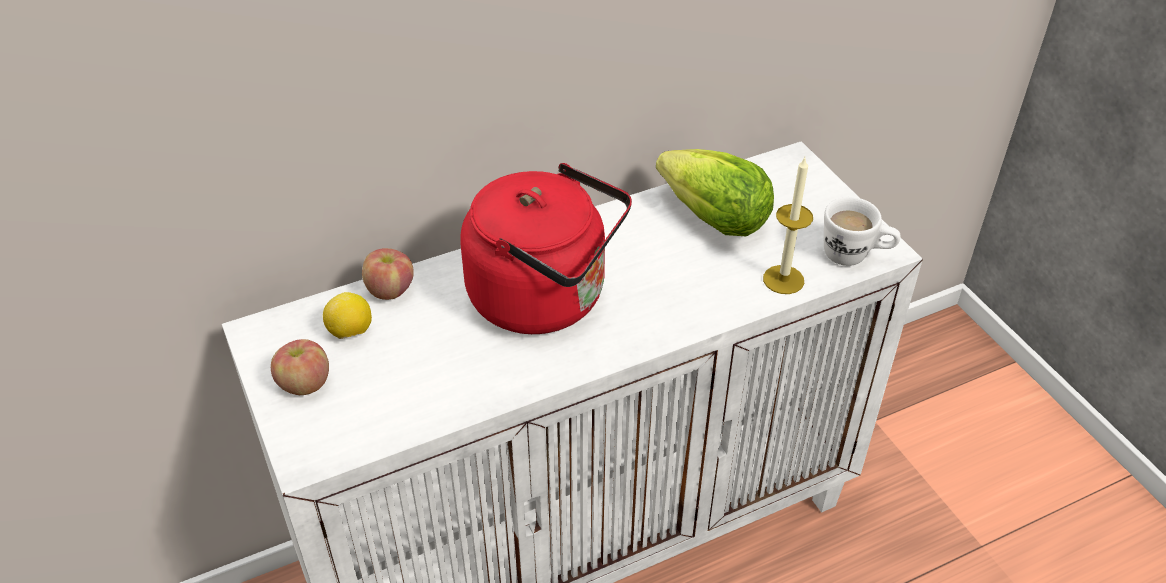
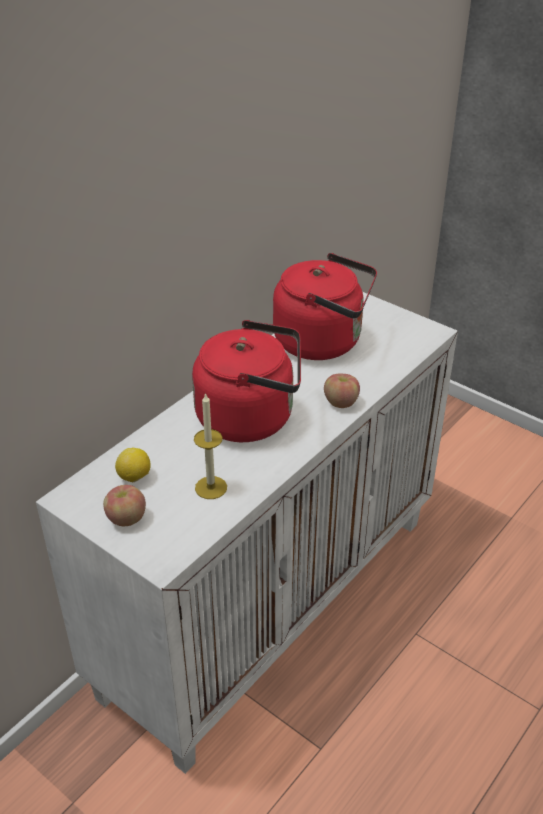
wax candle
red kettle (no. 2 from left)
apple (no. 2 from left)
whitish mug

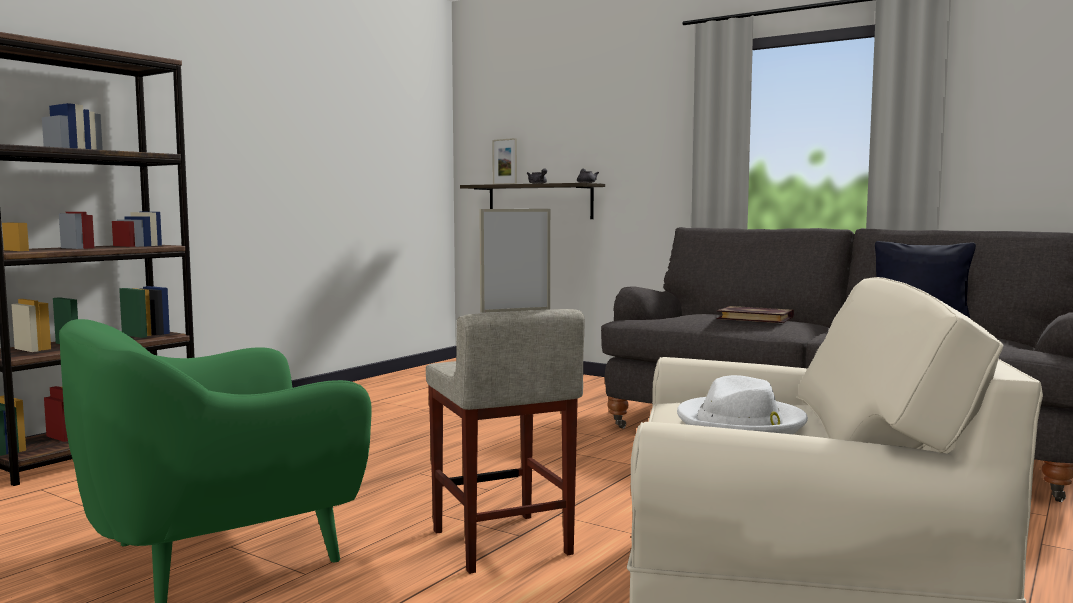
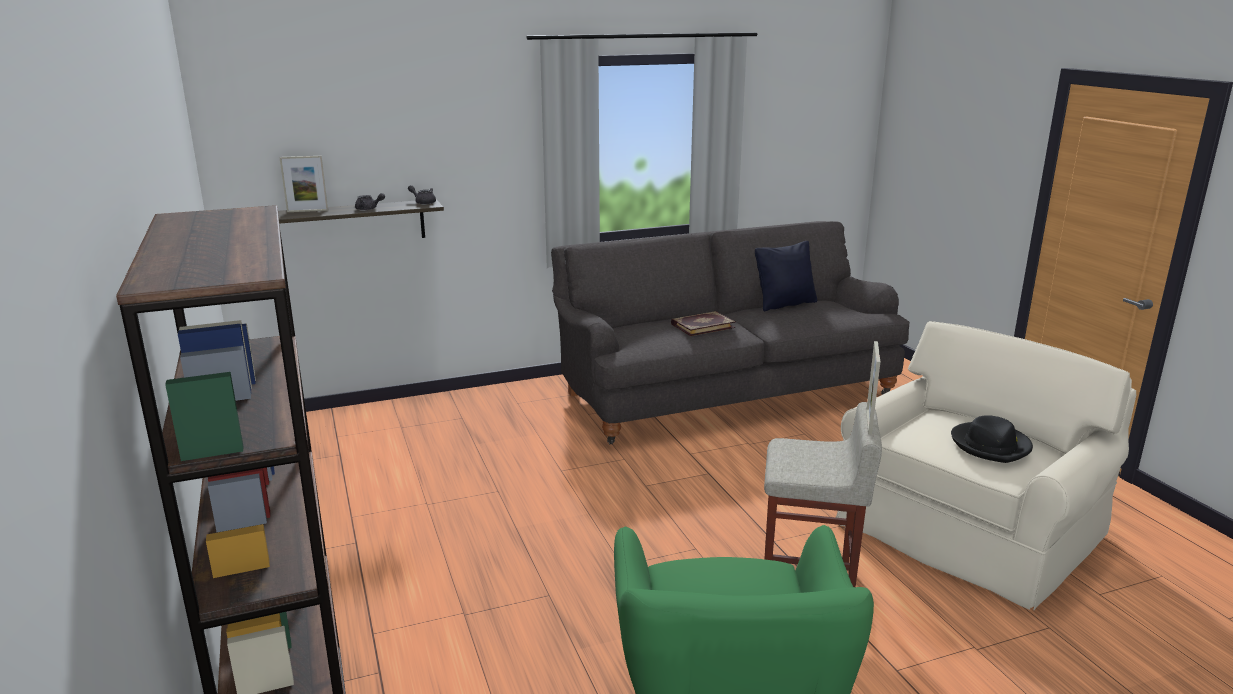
blackish hat

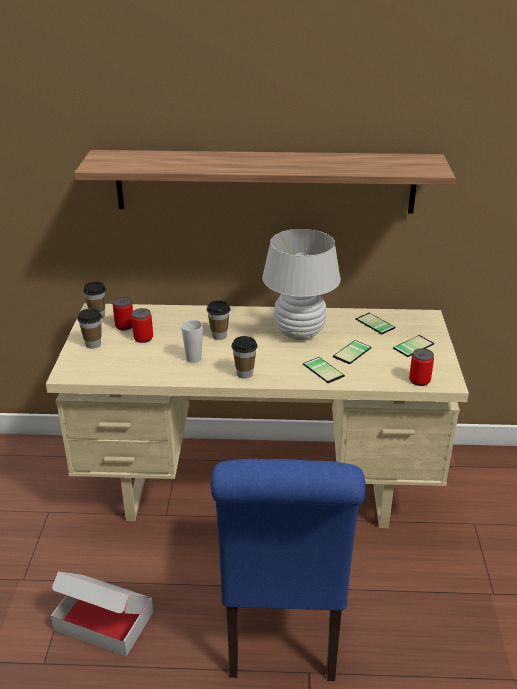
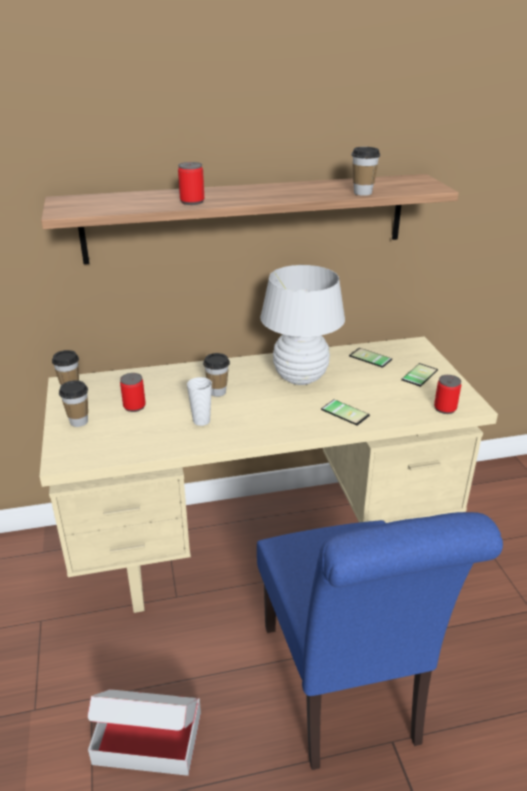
sealed can (no. 2 from left)
drinking cup (no. 5 from left)
phone (no. 2 from left in the first image)

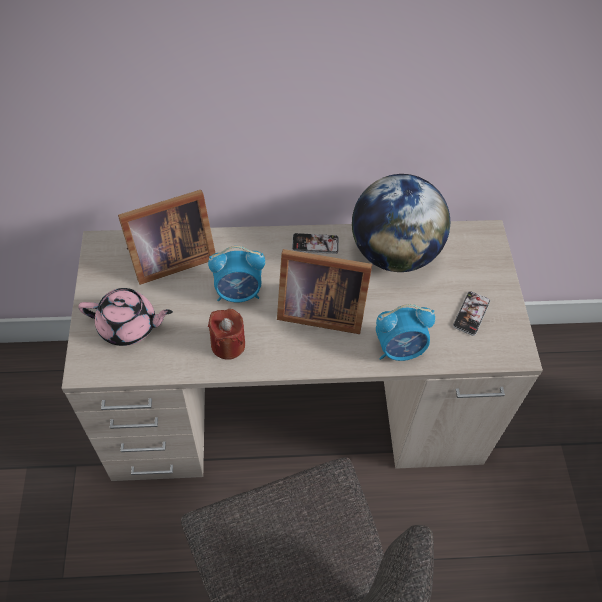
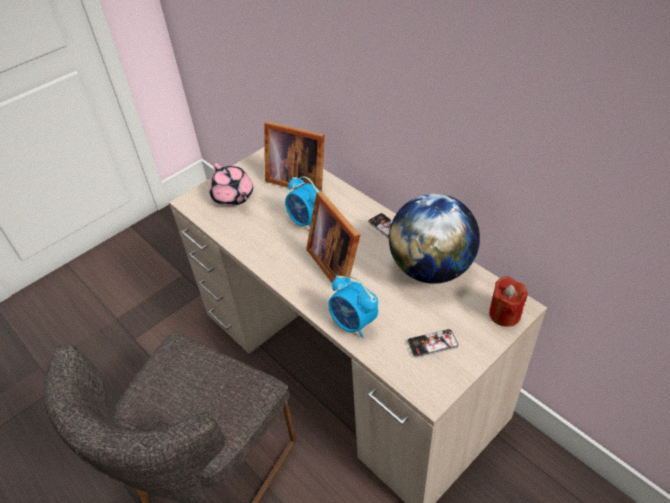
red wax candle

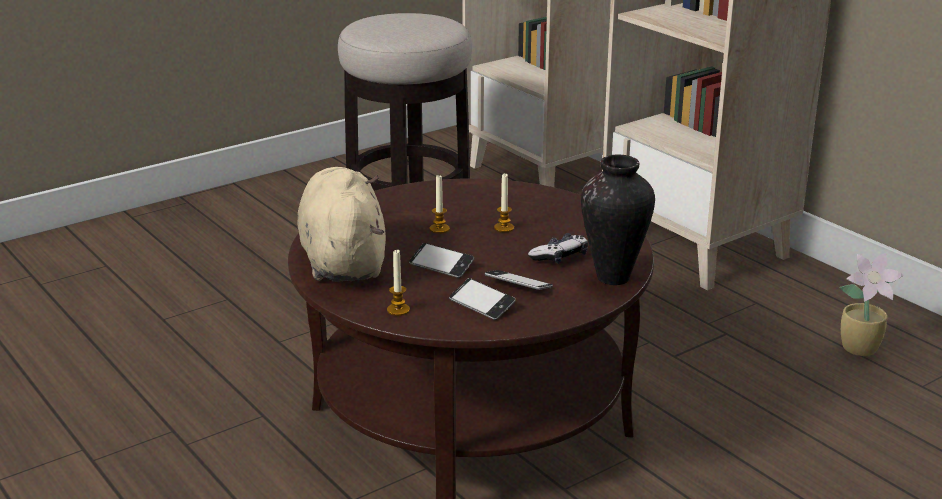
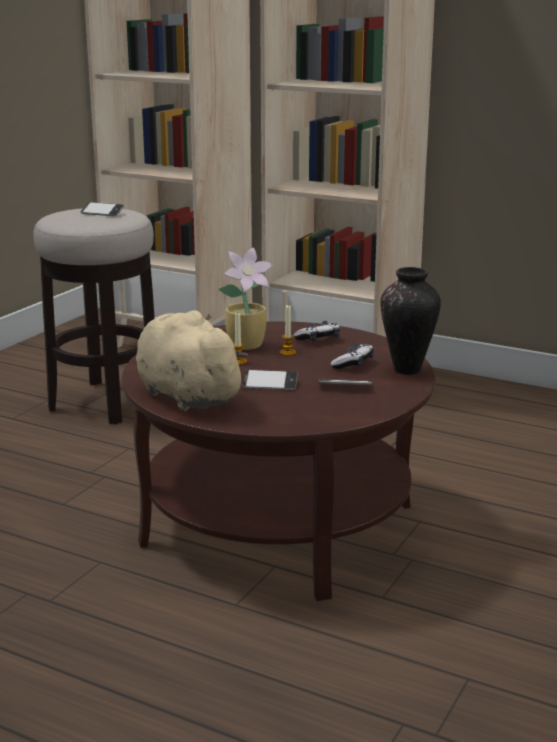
phone (no. 1 from left)
plant in a pot
gamepad (no. 1 from left)
wax candle (no. 1 from left in the first image)

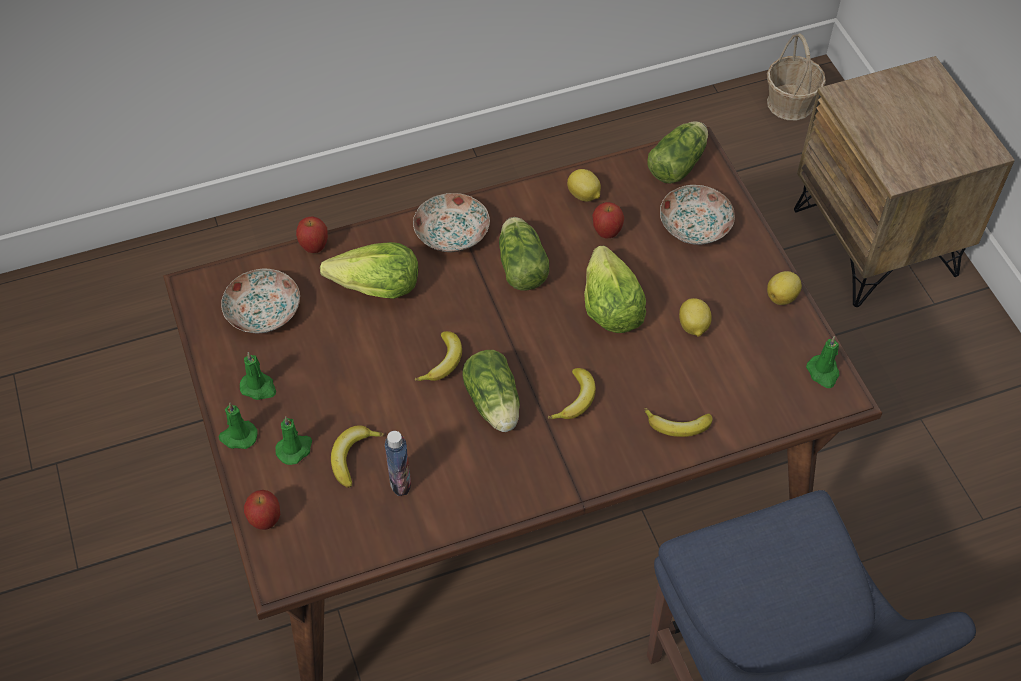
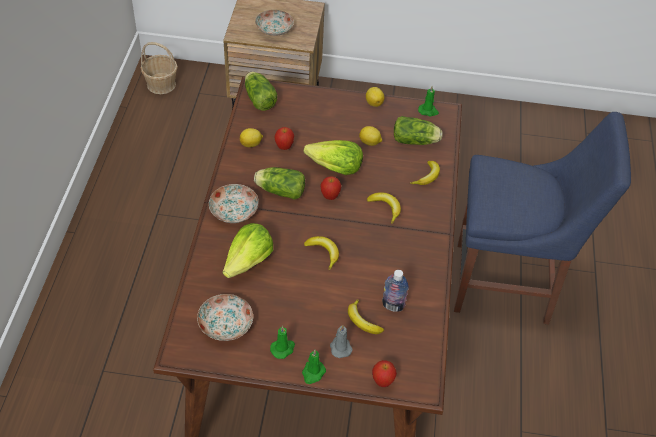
flat dish (no. 3 from left)
apple (no. 2 from left)
grey wax candle
head of lettuce (no. 5 from left)

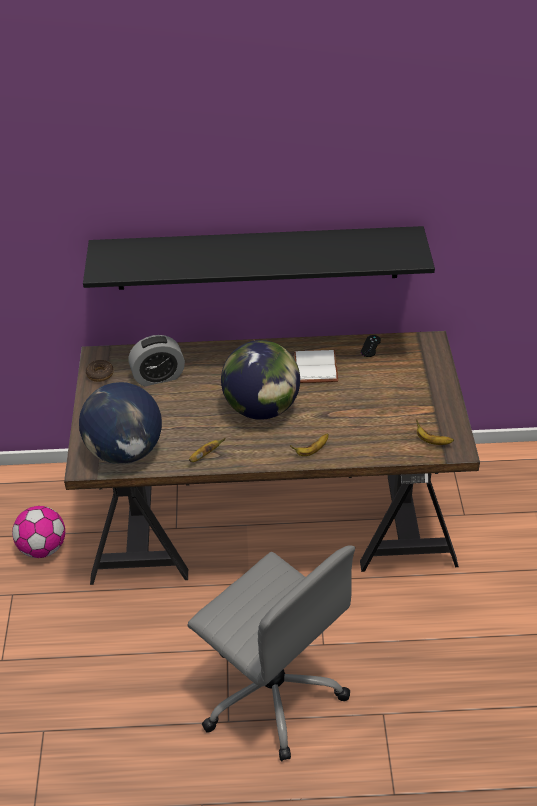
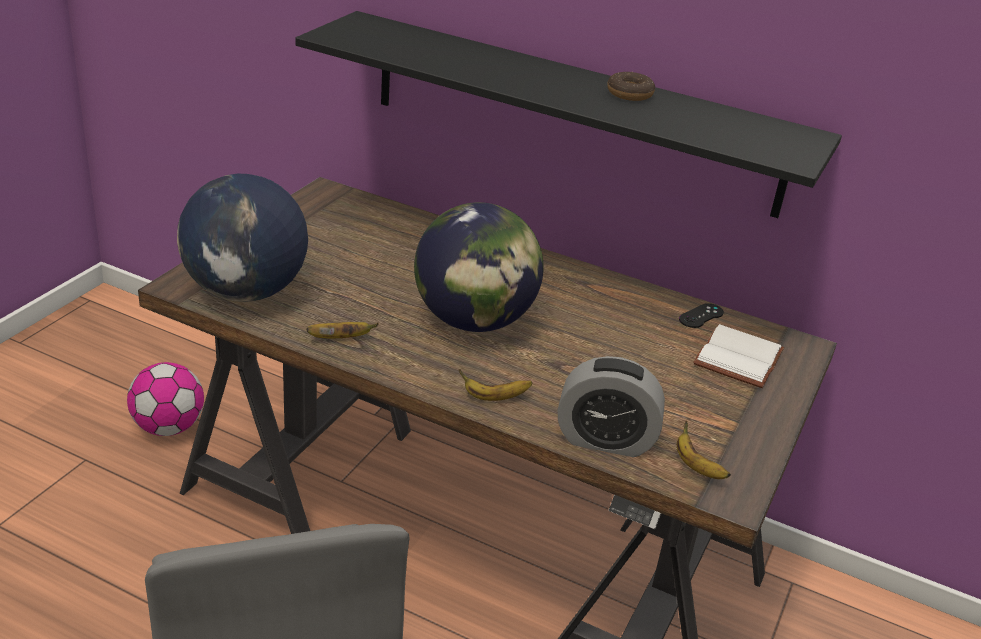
table clock
doughnut
whitish volume

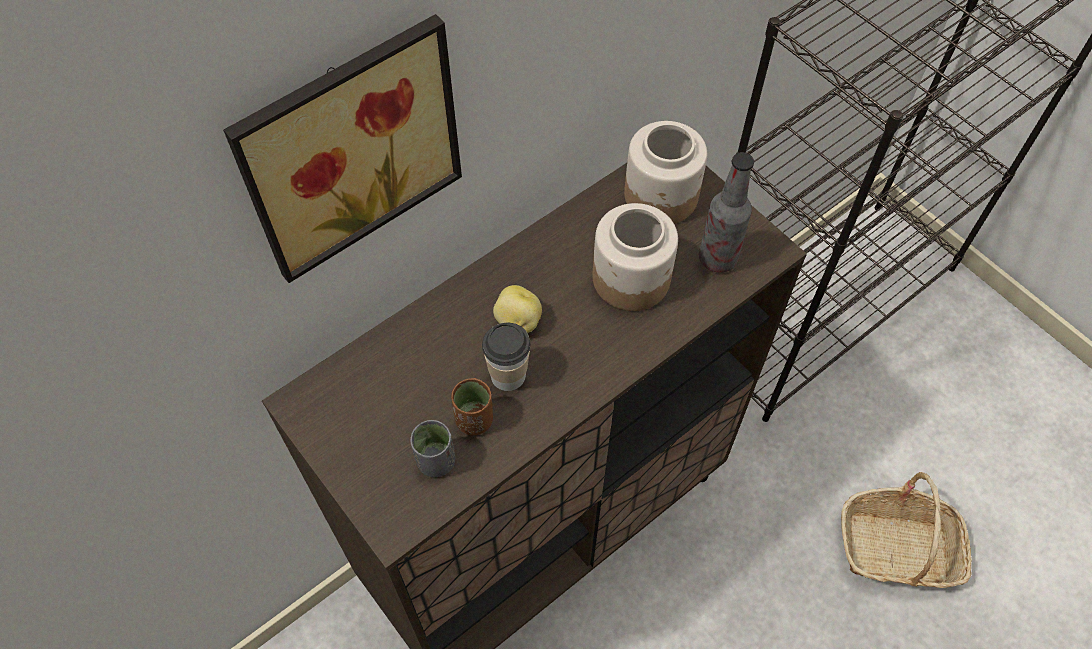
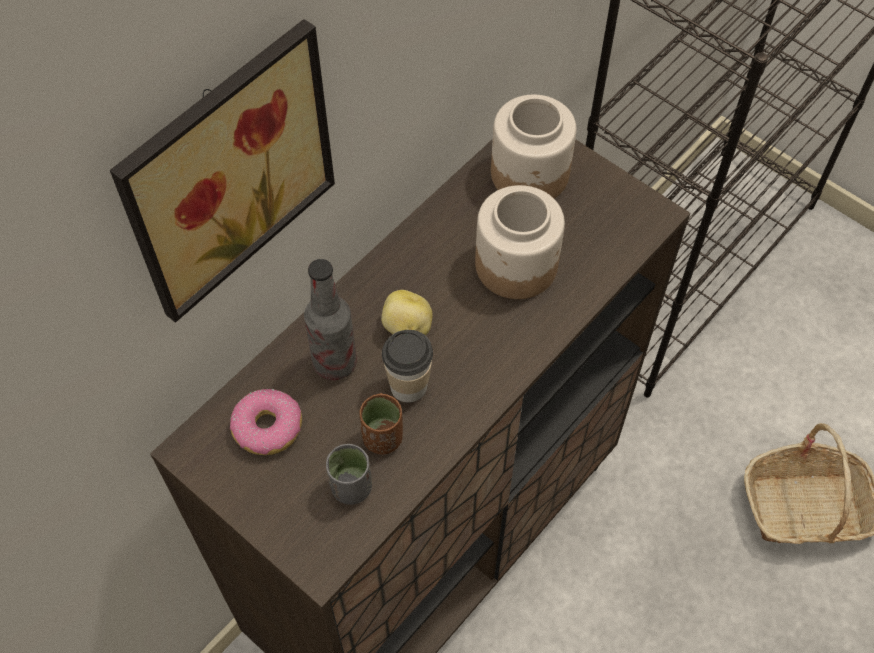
doughnut
bottle

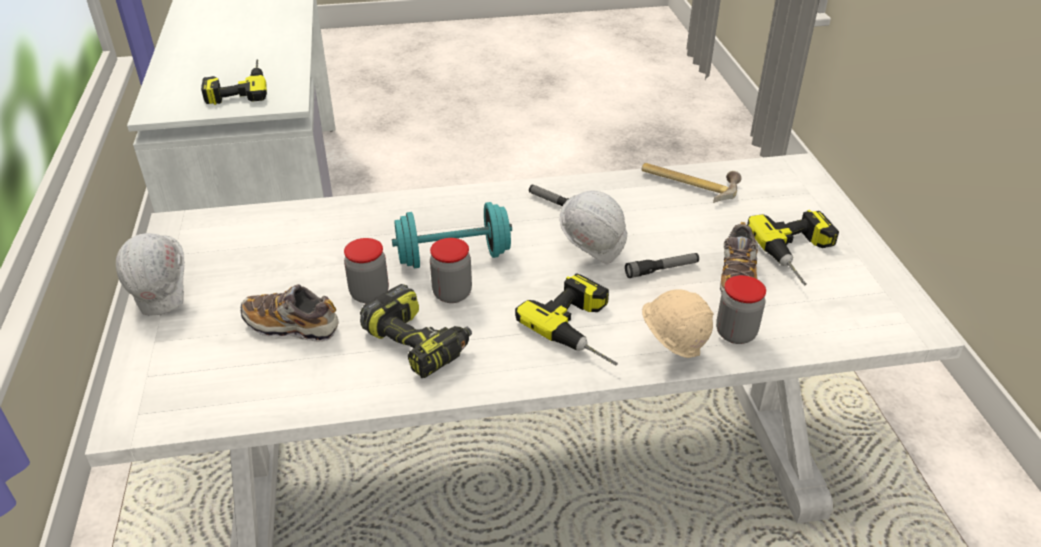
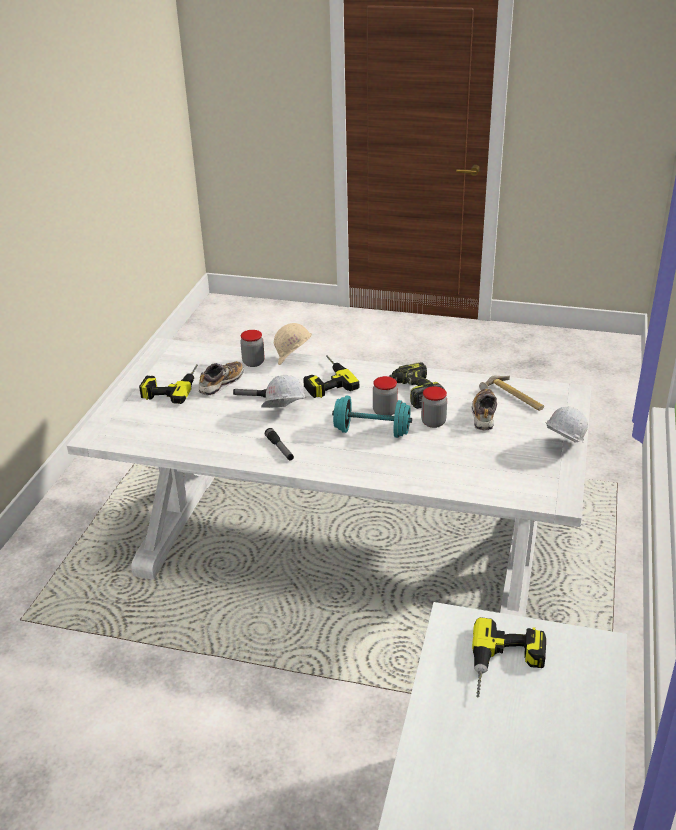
low shoe (no. 2 from left)
tool hammer

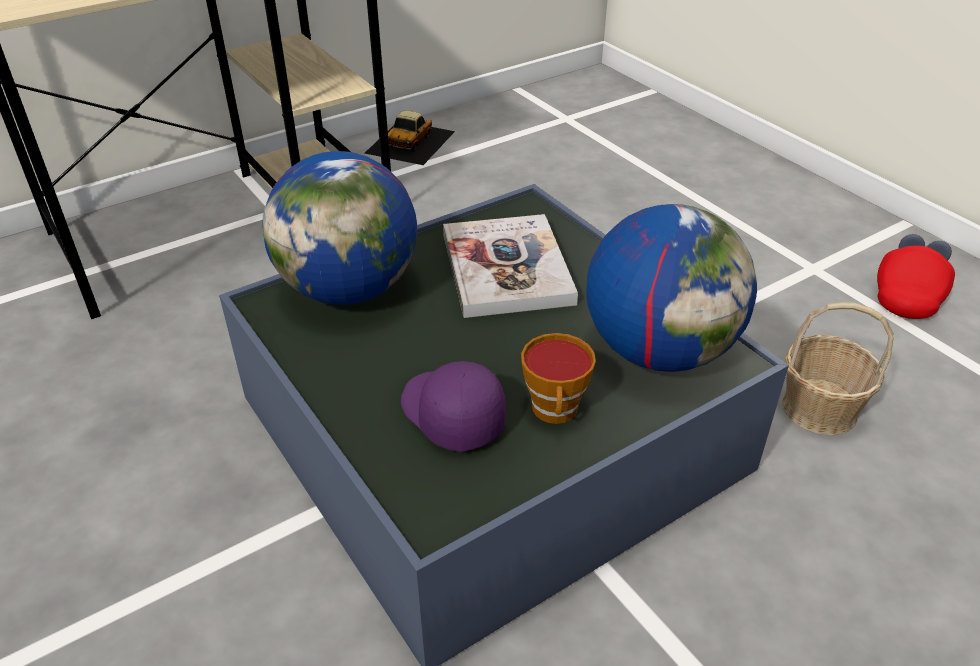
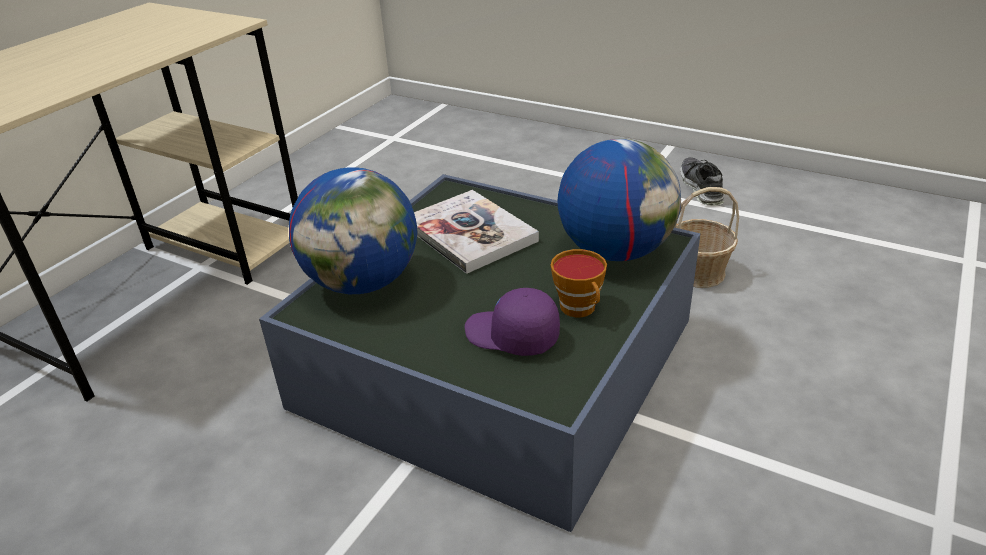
low shoe
miniature car

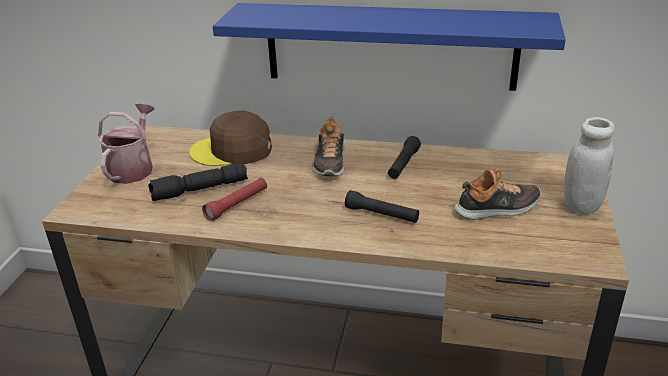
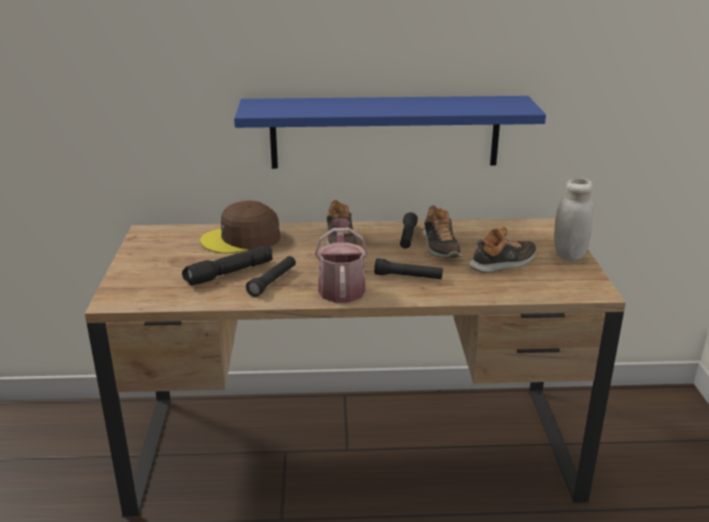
blackish torch (no. 2 from left)
watering can
low shoe (no. 2 from left)

